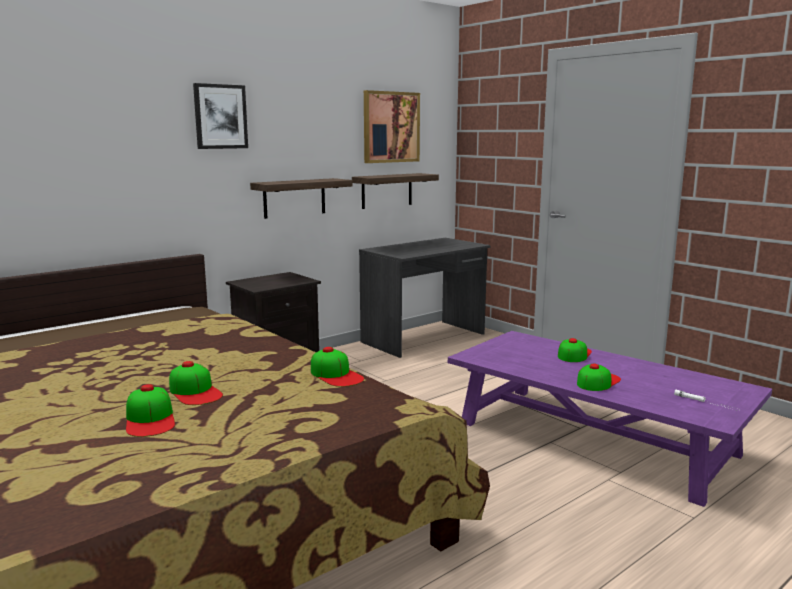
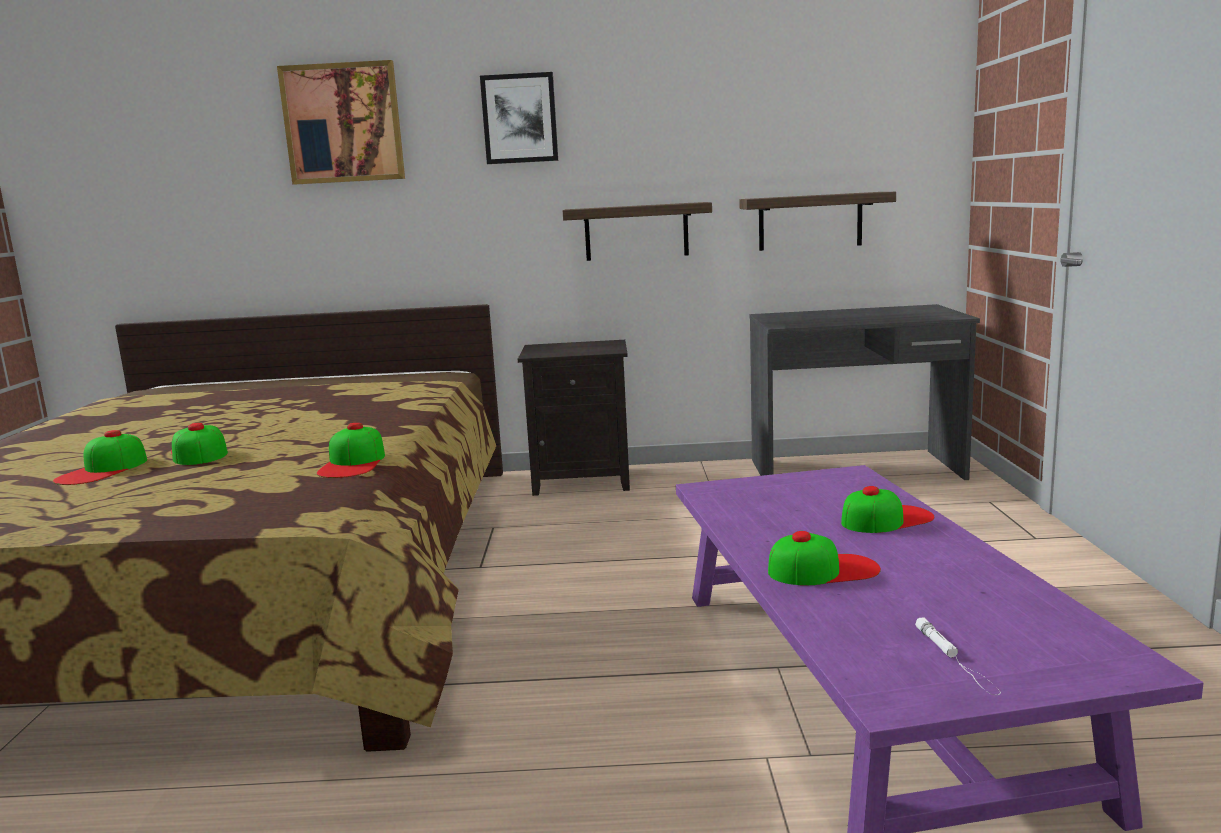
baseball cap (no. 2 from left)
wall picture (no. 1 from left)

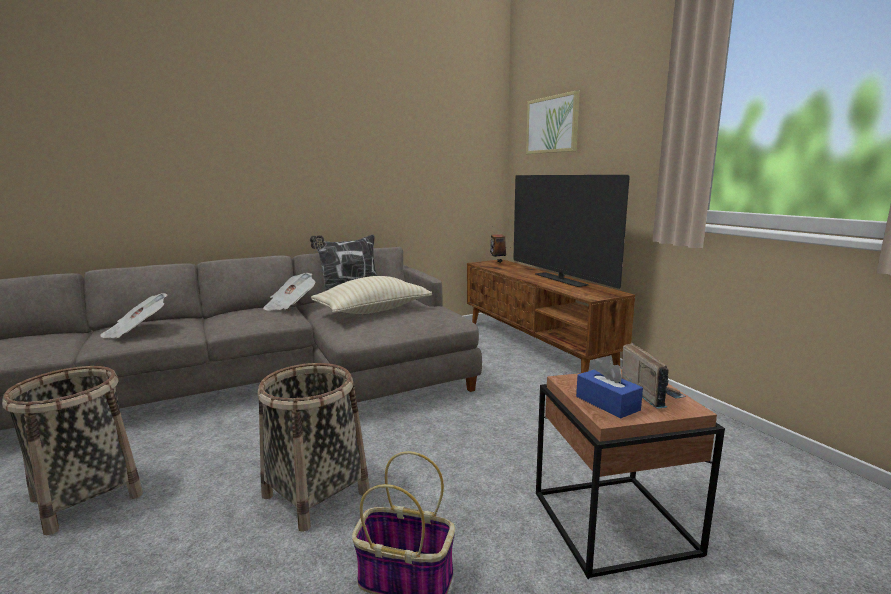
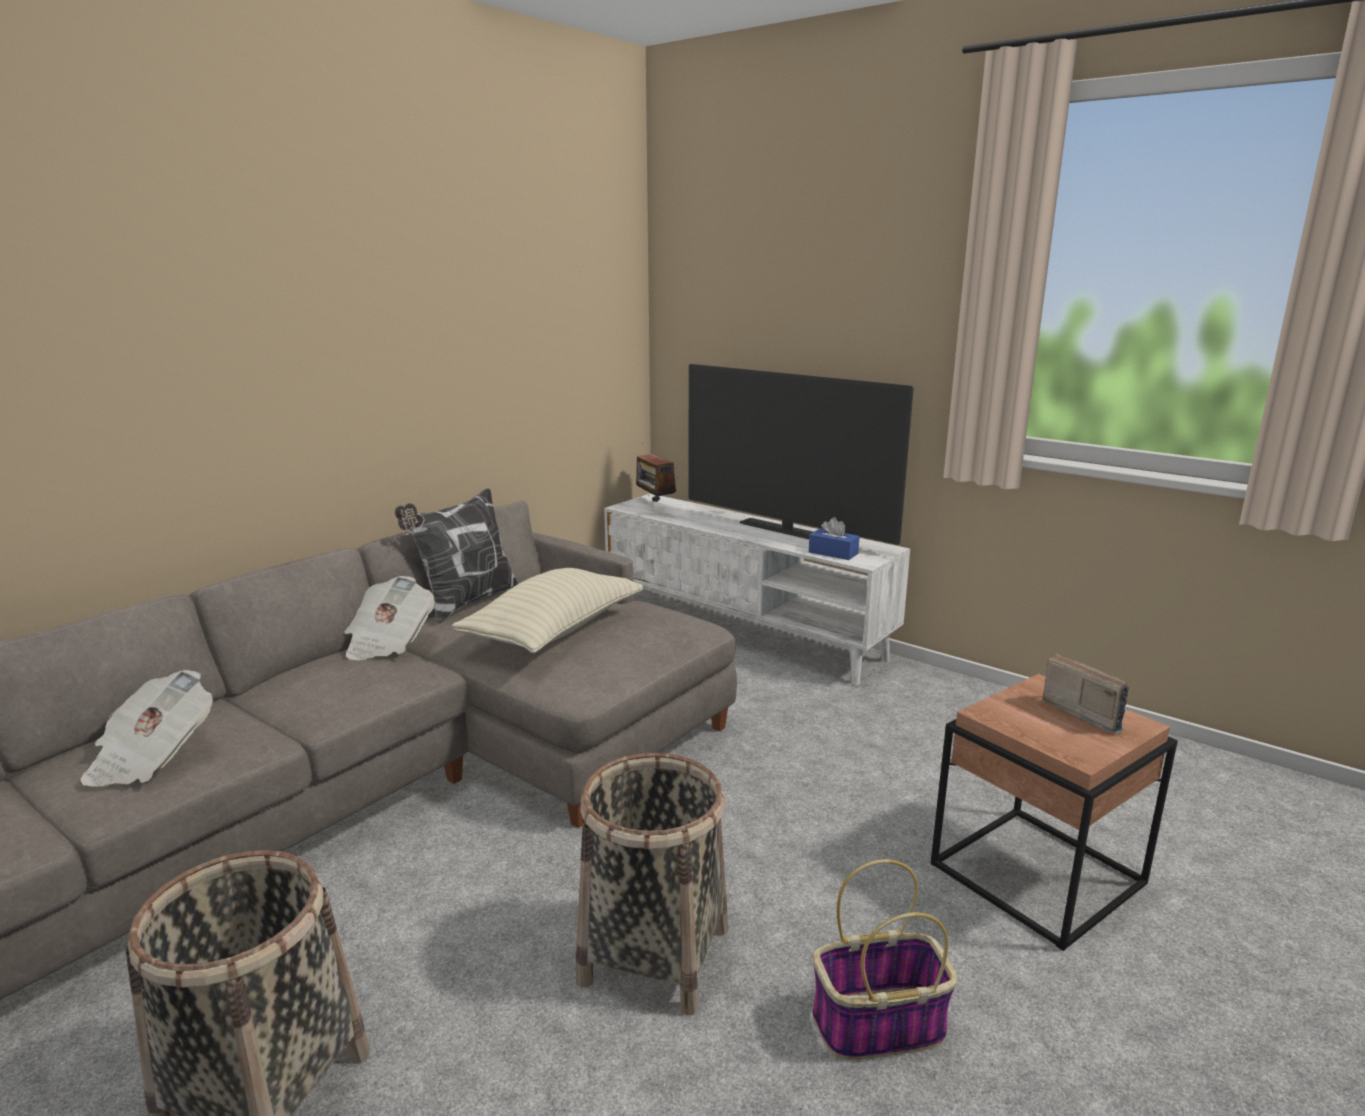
whitish tv stand
blue-coloured tissue holder
wall picture

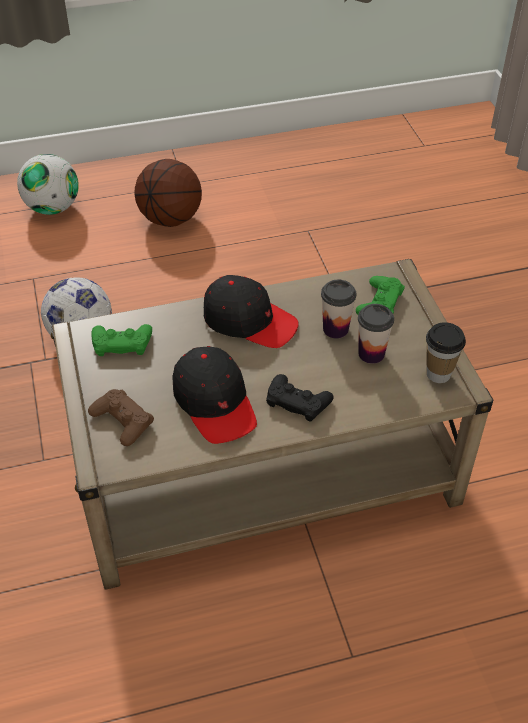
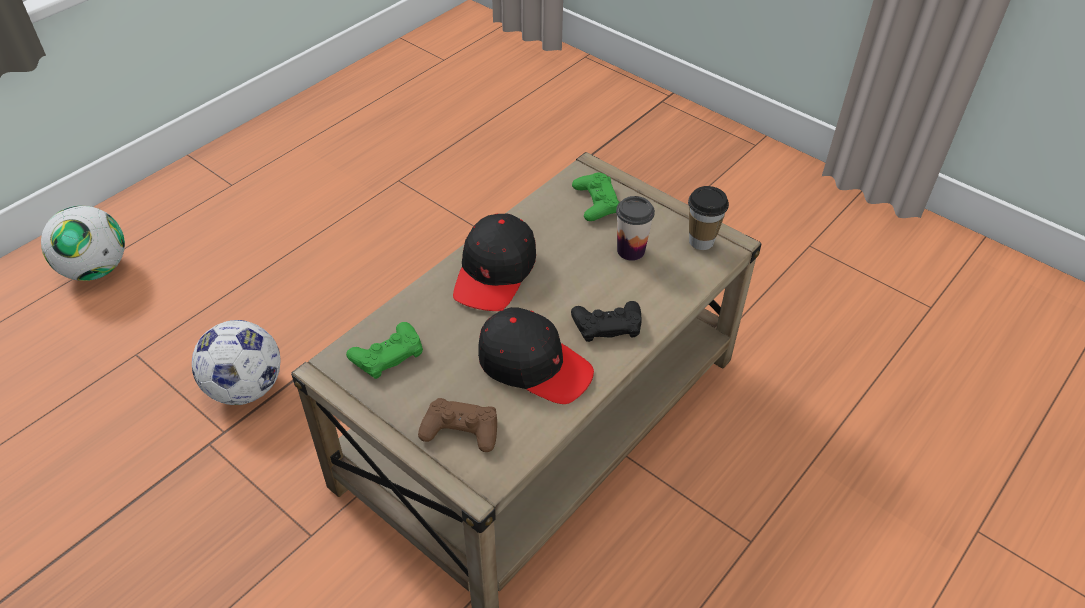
blackish baseball cap (no. 1 from left)
basketball
drinking cup (no. 1 from left in the first image)

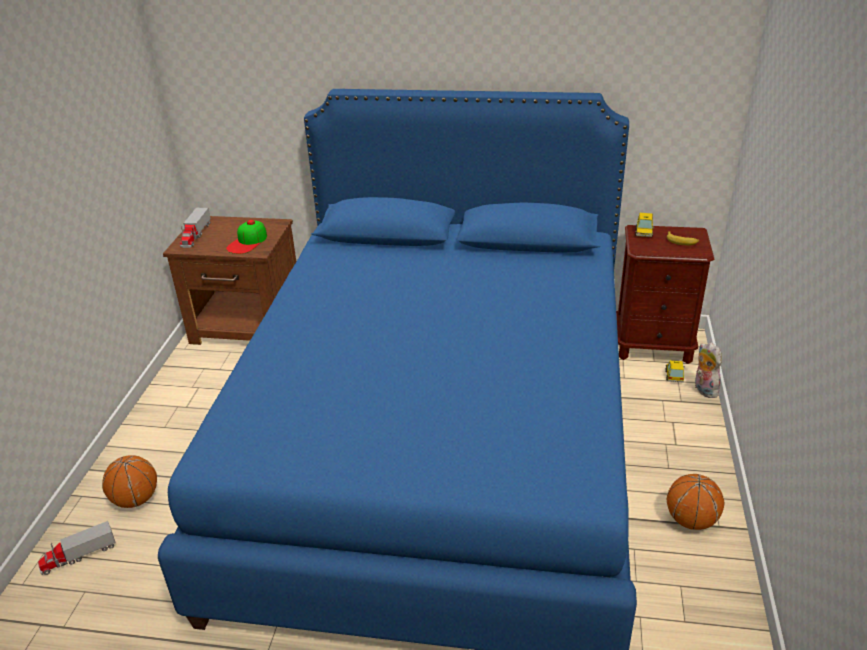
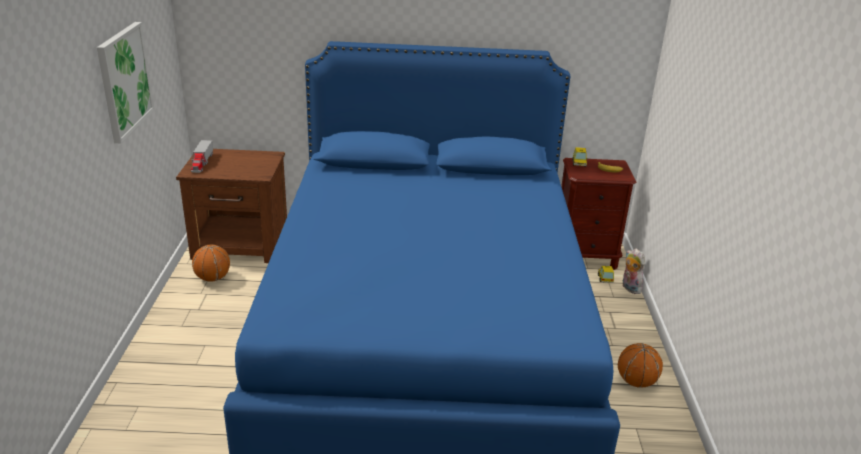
wall picture
basketball (no. 1 from left)
model truck (no. 1 from left in the first image)
baseball cap

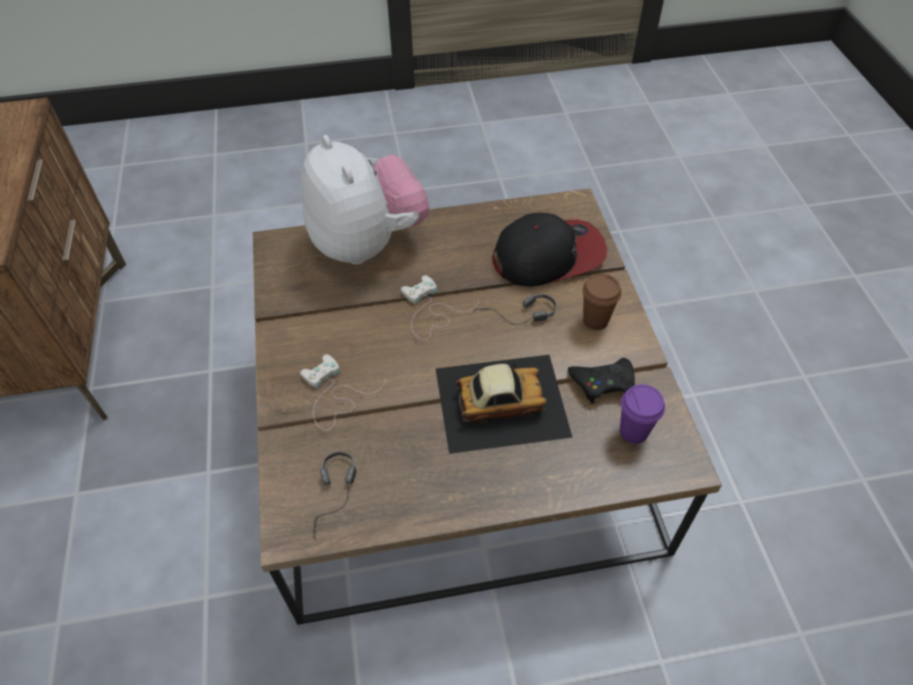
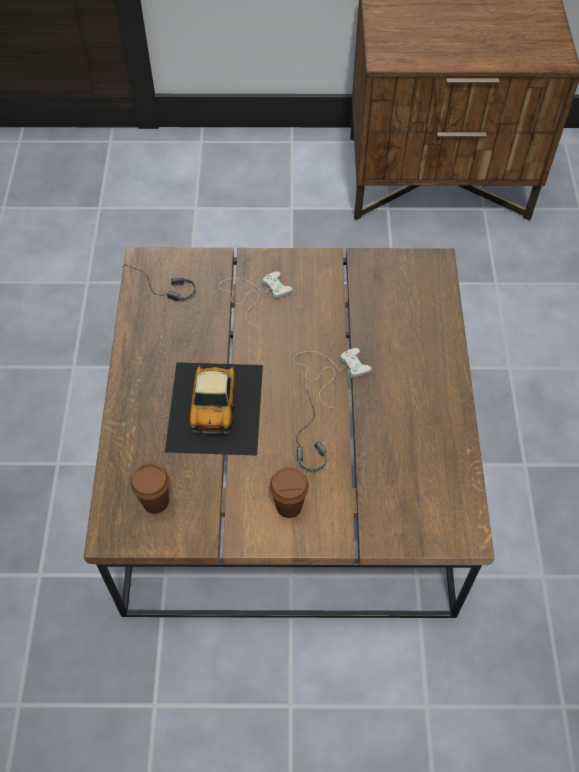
brownish drinking cup (no. 1 from left)
plush toy
baseball cap
blackish gamepad

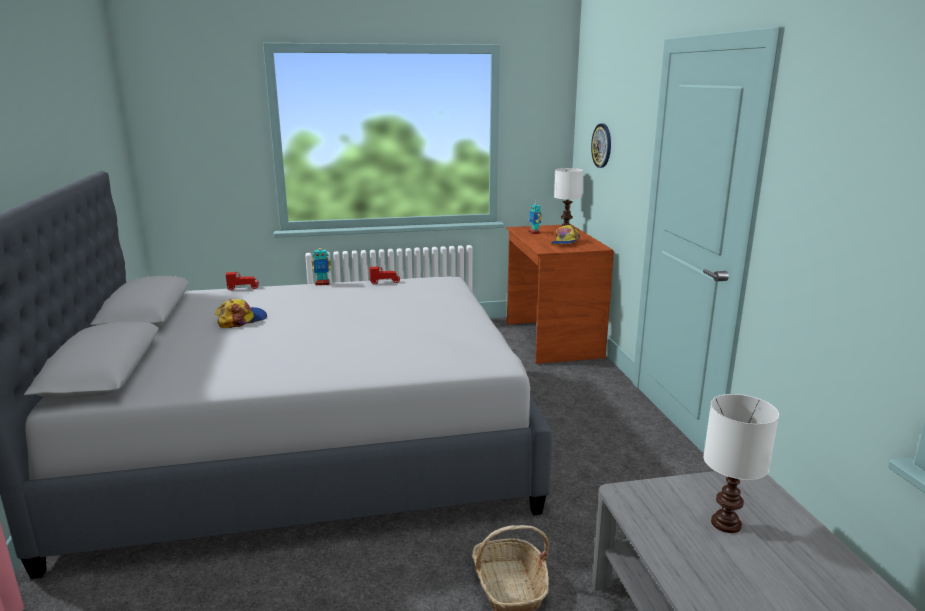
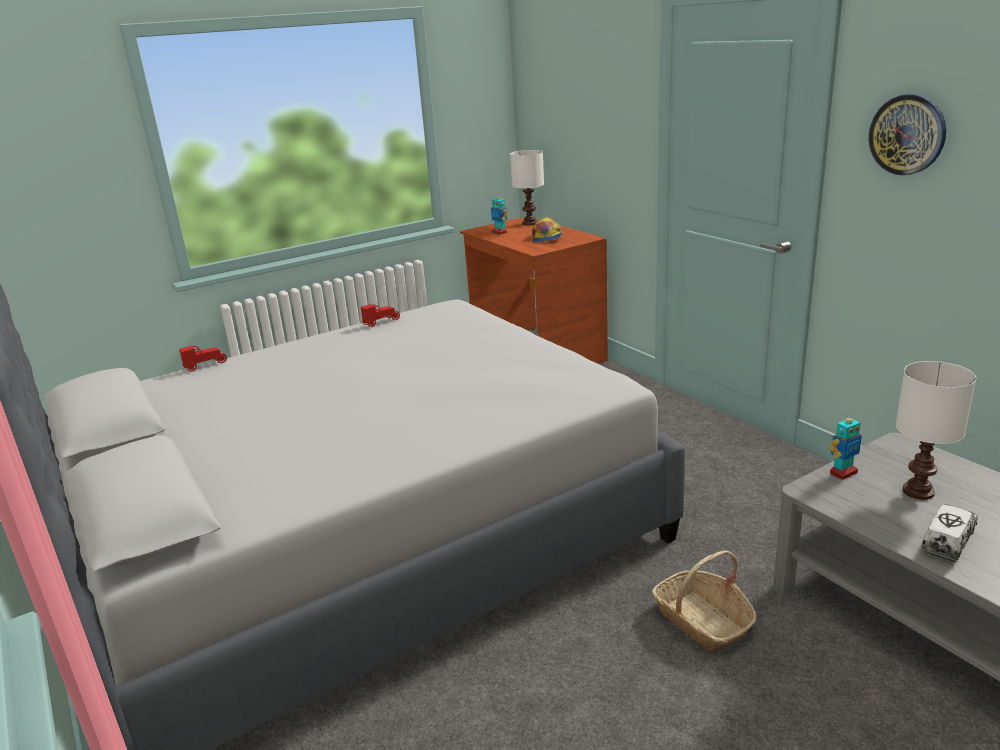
model robot (no. 2 from left)
hanging clock
model truck
baseball cap (no. 1 from left in the first image)

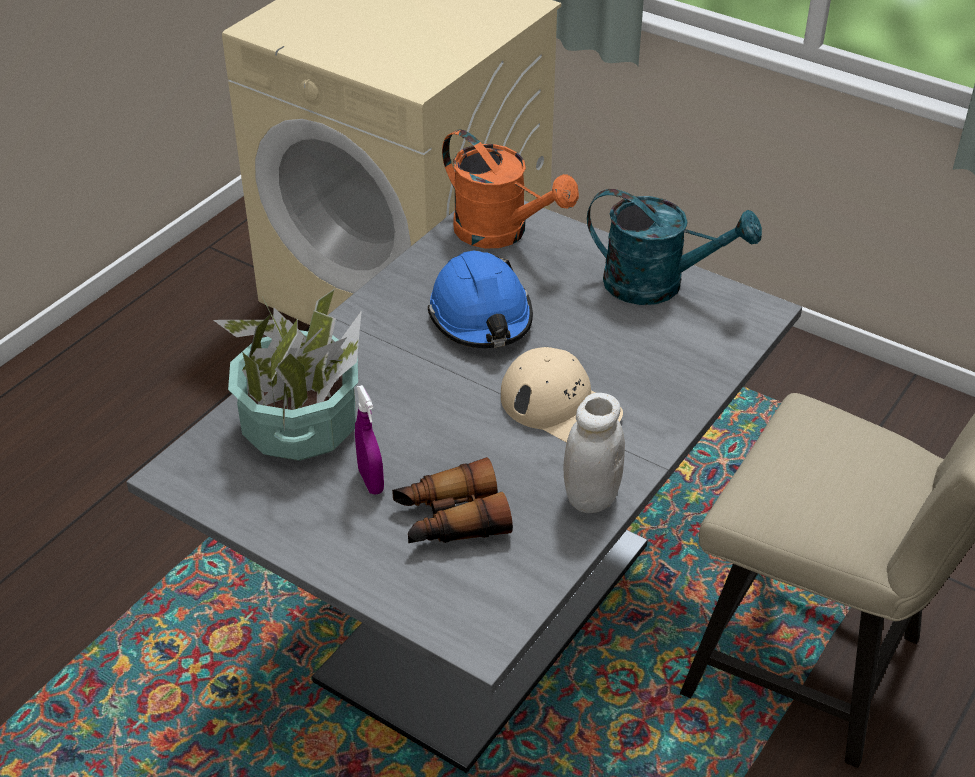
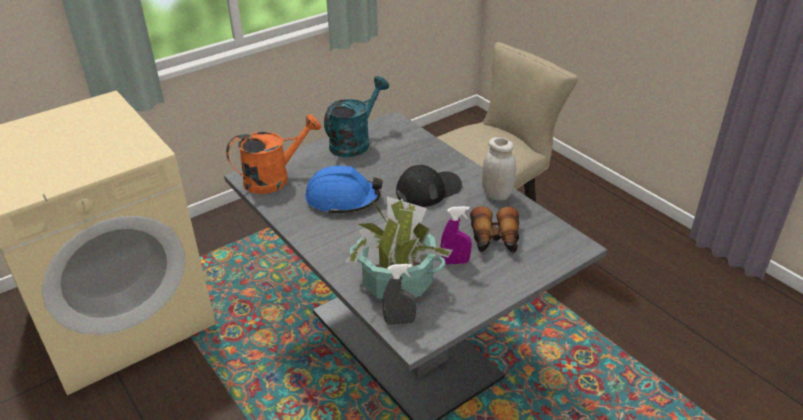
grey spray bottle
blackish baseball cap

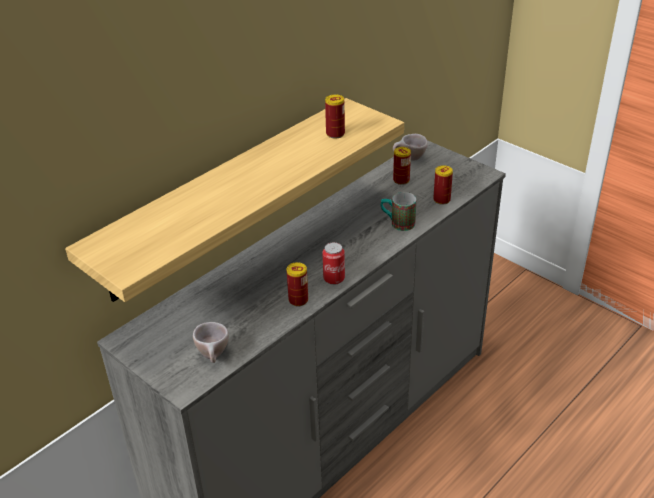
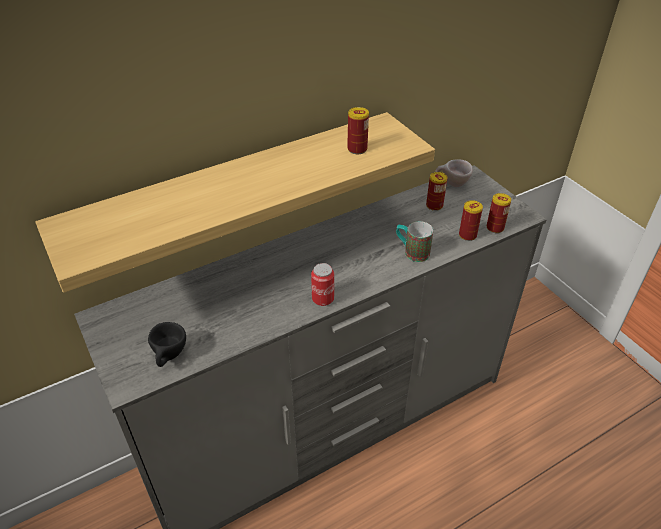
blackish drinking cup
sealed can (no. 5 from left)

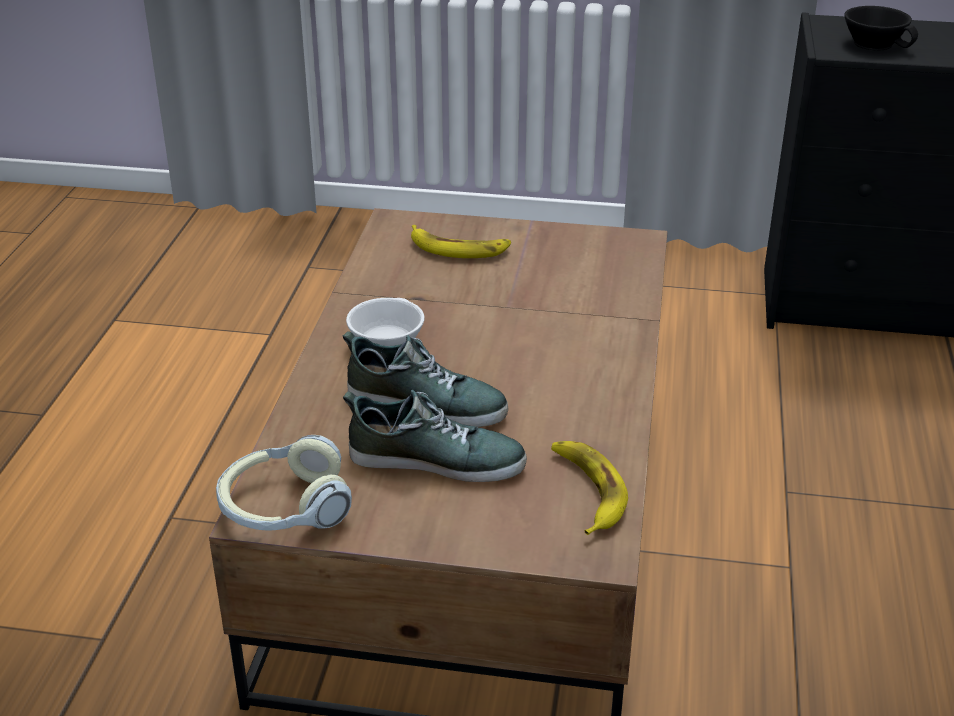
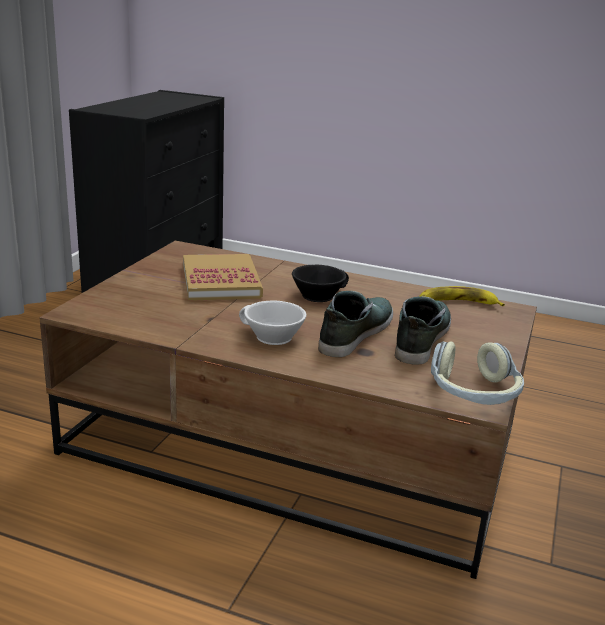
volume
blackish drinking cup
banana (no. 1 from left in the first image)

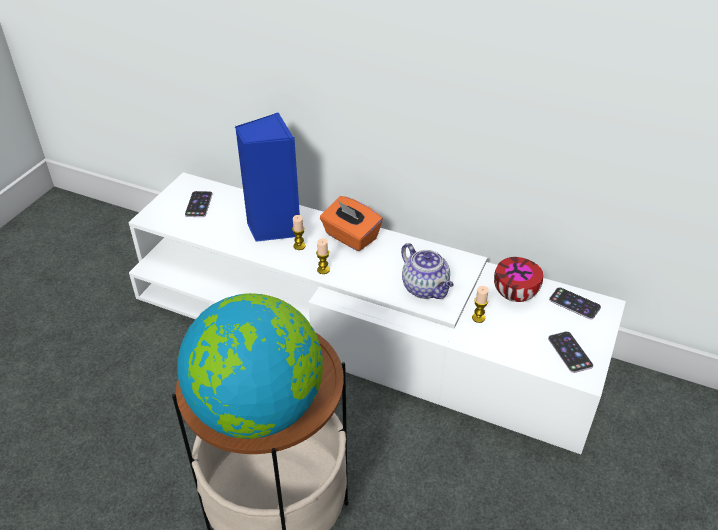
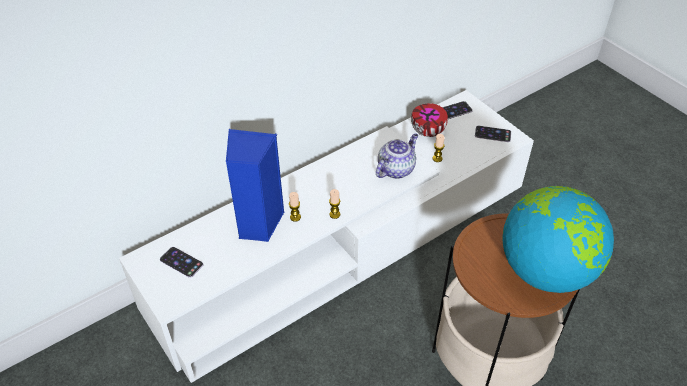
pot for tea
orange tissue holder

